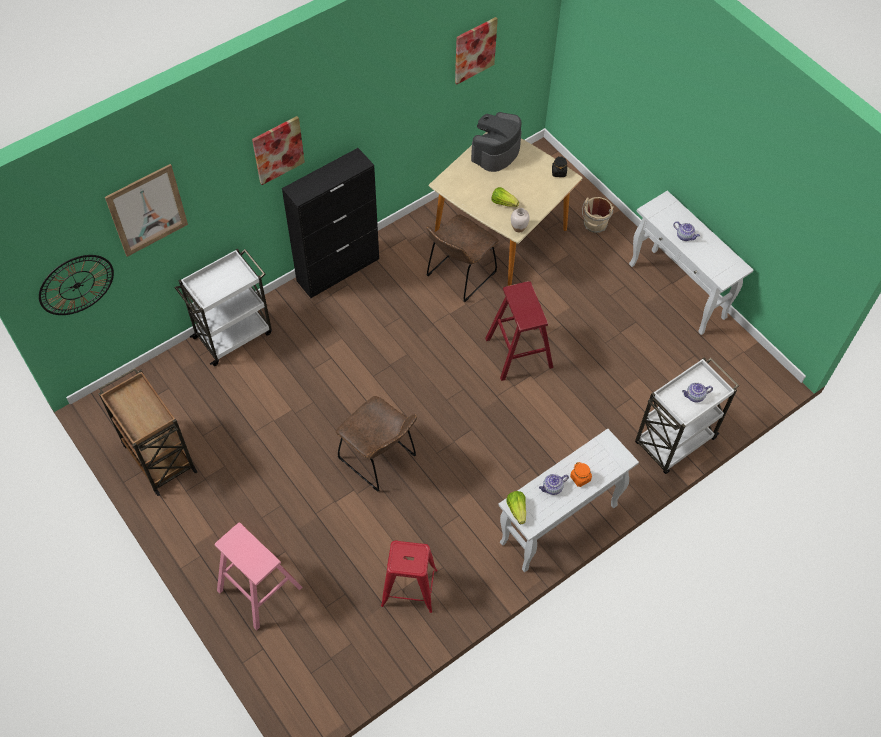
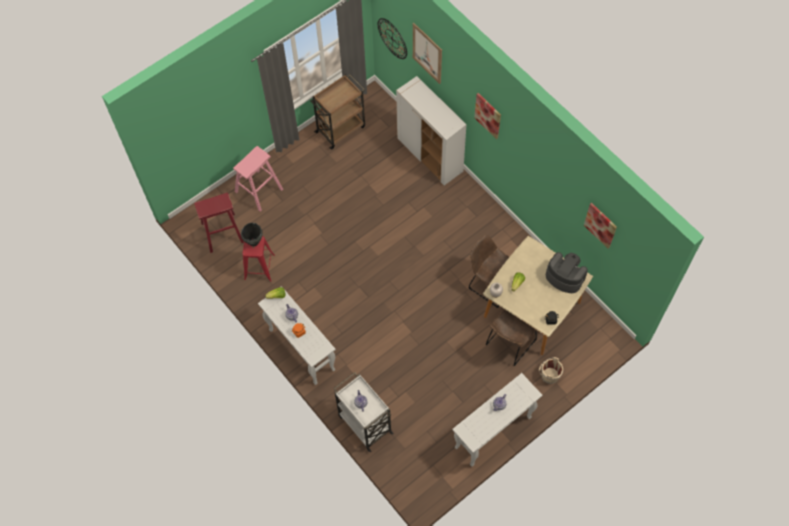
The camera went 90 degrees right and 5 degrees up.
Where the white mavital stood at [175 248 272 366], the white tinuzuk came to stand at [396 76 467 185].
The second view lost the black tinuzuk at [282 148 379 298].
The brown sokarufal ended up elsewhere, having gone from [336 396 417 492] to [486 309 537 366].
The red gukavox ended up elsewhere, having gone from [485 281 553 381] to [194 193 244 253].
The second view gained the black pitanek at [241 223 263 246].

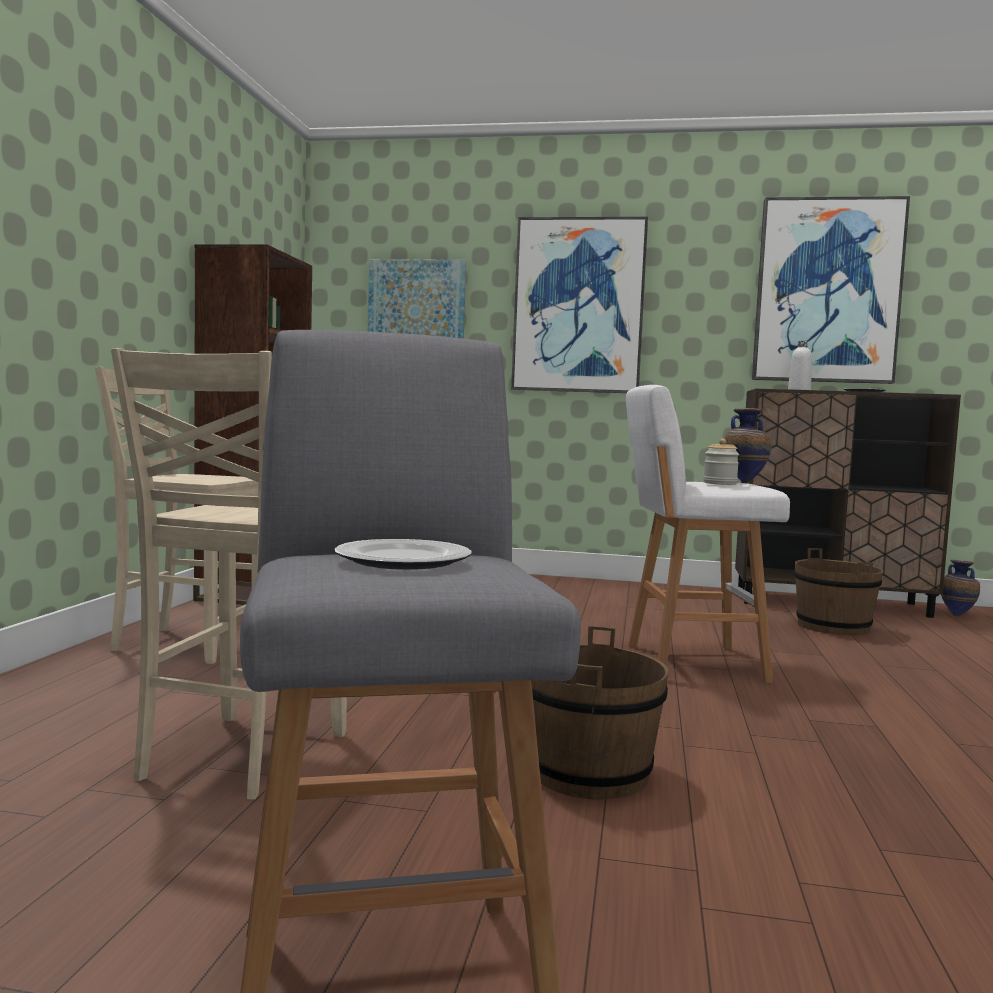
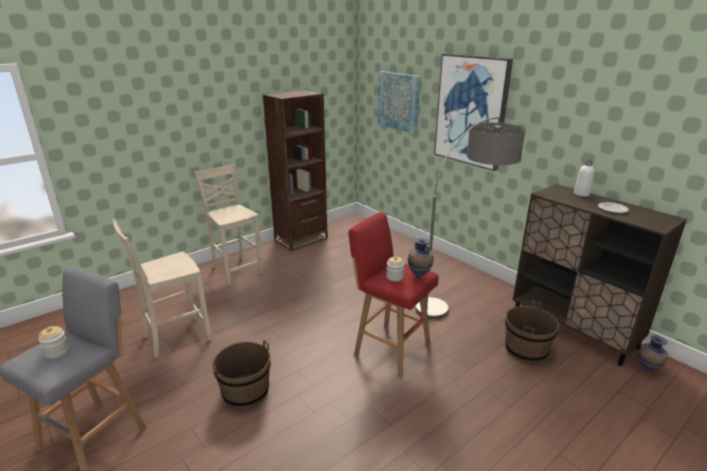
The camera went 40 degrees right and 20 degrees up.
Where the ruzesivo stood at [334 539 472 570], the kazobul came to stand at [38 326 69 359].
What was the white gukavox at [626 385 790 683] turned into the red gukavox at [348 212 439 378].
The second view lost the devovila at [752 196 910 384].
The second view gained the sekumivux at [415 117 525 319].

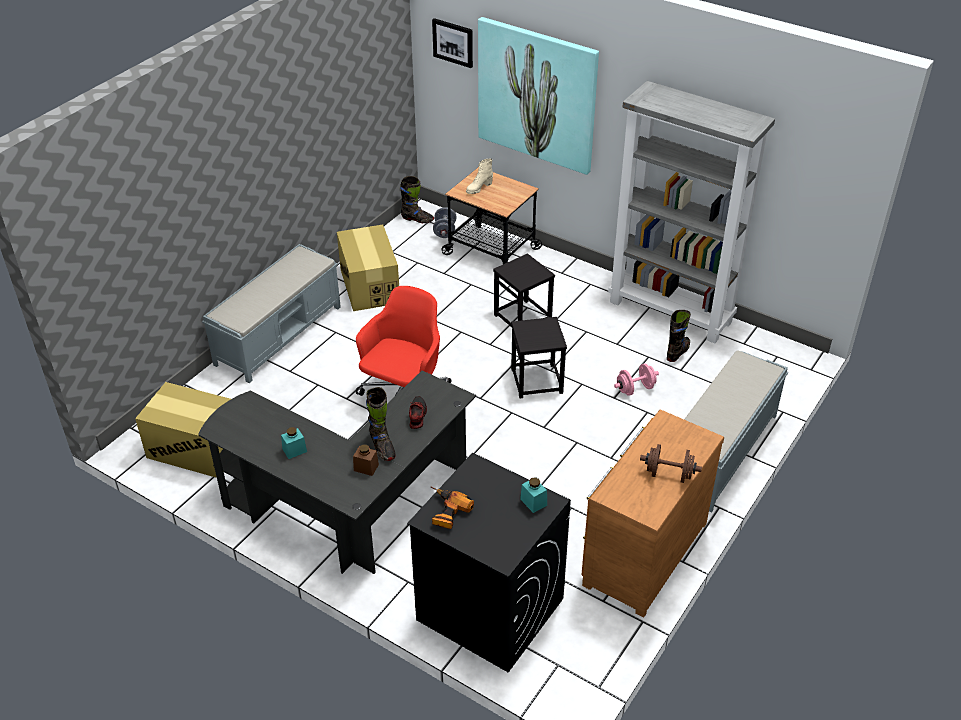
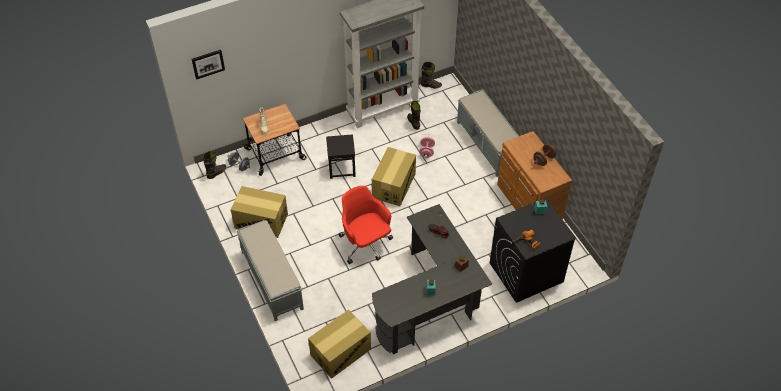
The camera went 60 degrees left and 10 degrees up.
The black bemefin ended up elsewhere, having gone from [366 387 396 461] to [420 62 442 89].
The second view lost the devovila at [478 17 599 175].
Where the black gukavox stood at [511 317 567 398], the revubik came to stand at [372 147 416 206].

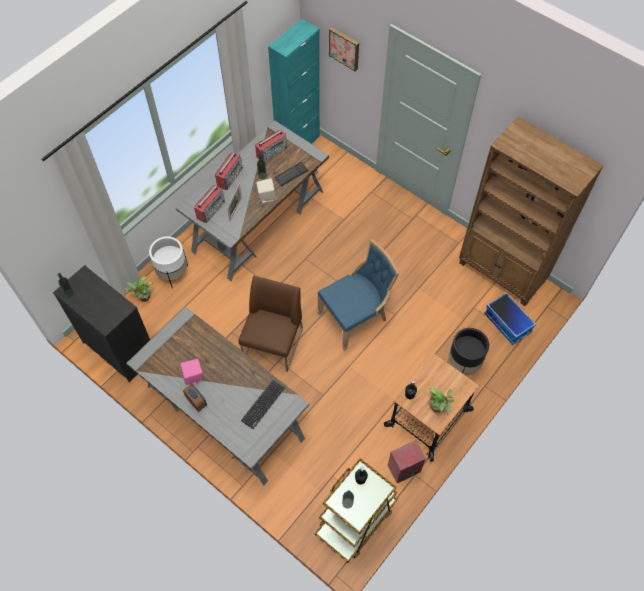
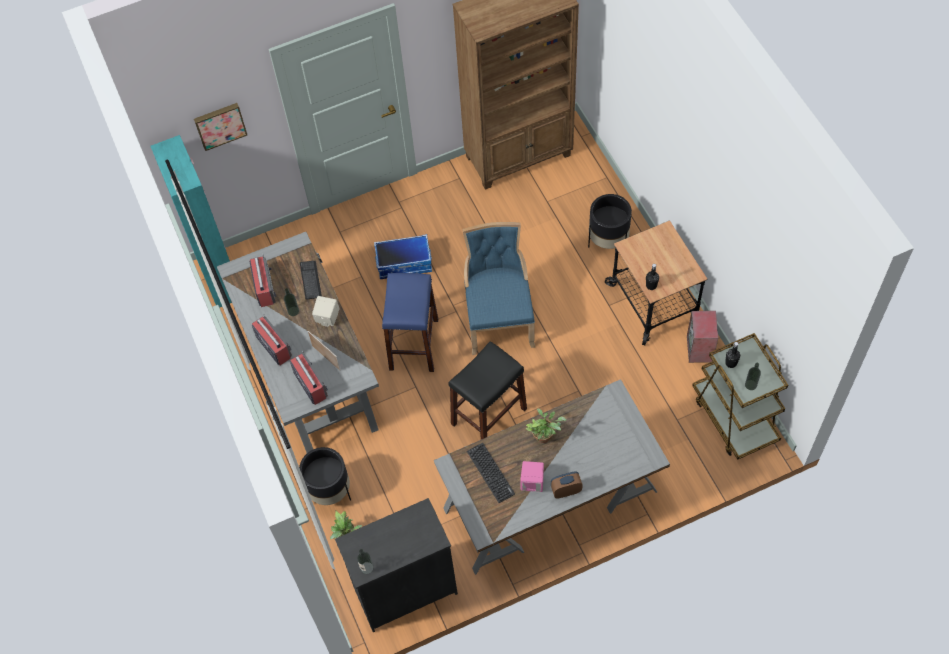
The camera went 60 degrees left and 0 degrees up.
What was the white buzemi at [149 236 188 288] turned into the black buzemi at [299 447 351 505].
Where the brown sokarufal stood at [238 275 303 372], the black gukavox came to stand at [448 341 527 440].
The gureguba ended up elsewhere, having gone from [241 380 285 429] to [467 443 515 503].
The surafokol ended up elsewhere, having gone from [429 386 455 413] to [525 409 567 443].
The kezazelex ended up elsewhere, having gone from [484 292 536 345] to [374 234 432 279].
The second view gained the blue gukavox at [382 273 438 372].

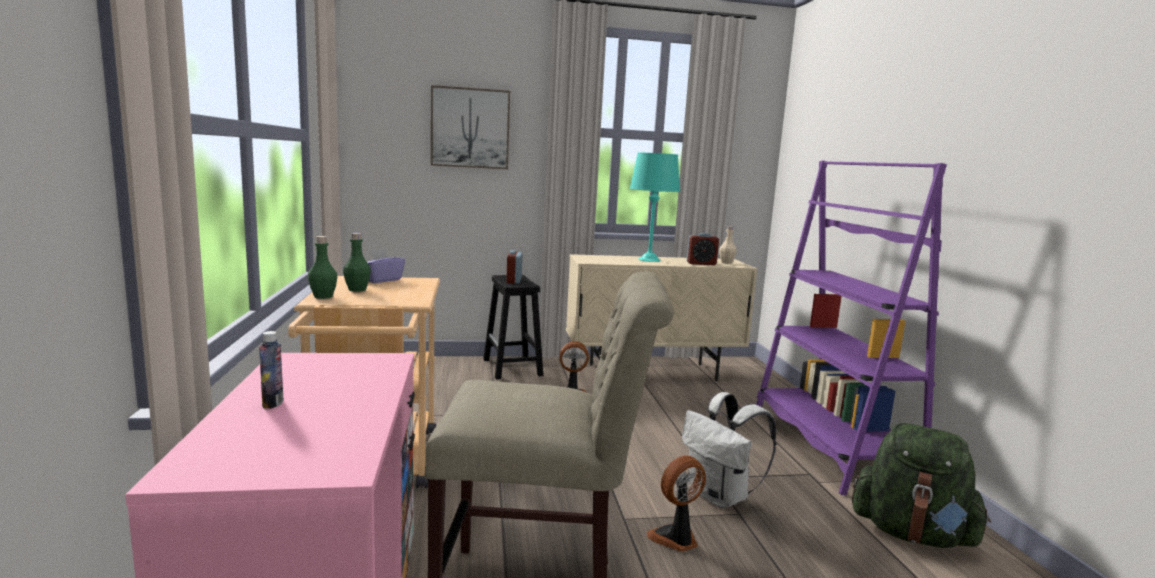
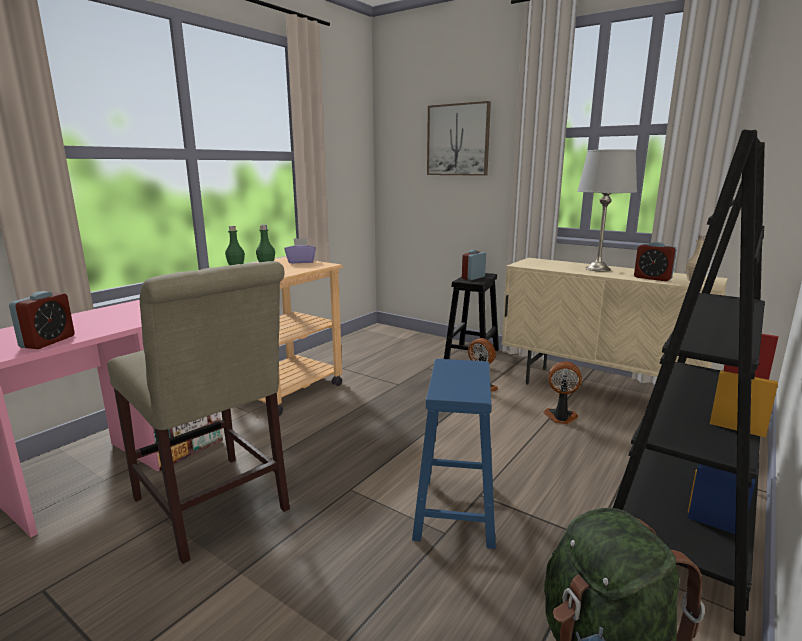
The camera went 45 degrees right and 5 degrees up.
The second view lost the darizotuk at [259 331 284 408].
What was the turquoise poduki at [630 152 680 262] turned into the grey poduki at [577 149 637 271].
The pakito ended up elsewhere, having gone from [647 456 706 552] to [543 362 582 424].
Where the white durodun stood at [682 392 776 508], the blue gukavox came to stand at [412 359 496 549].
What was the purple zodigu at [756 161 947 495] turned into the black zodigu at [613 130 778 636].
The second view gained the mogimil at [9 291 75 349].

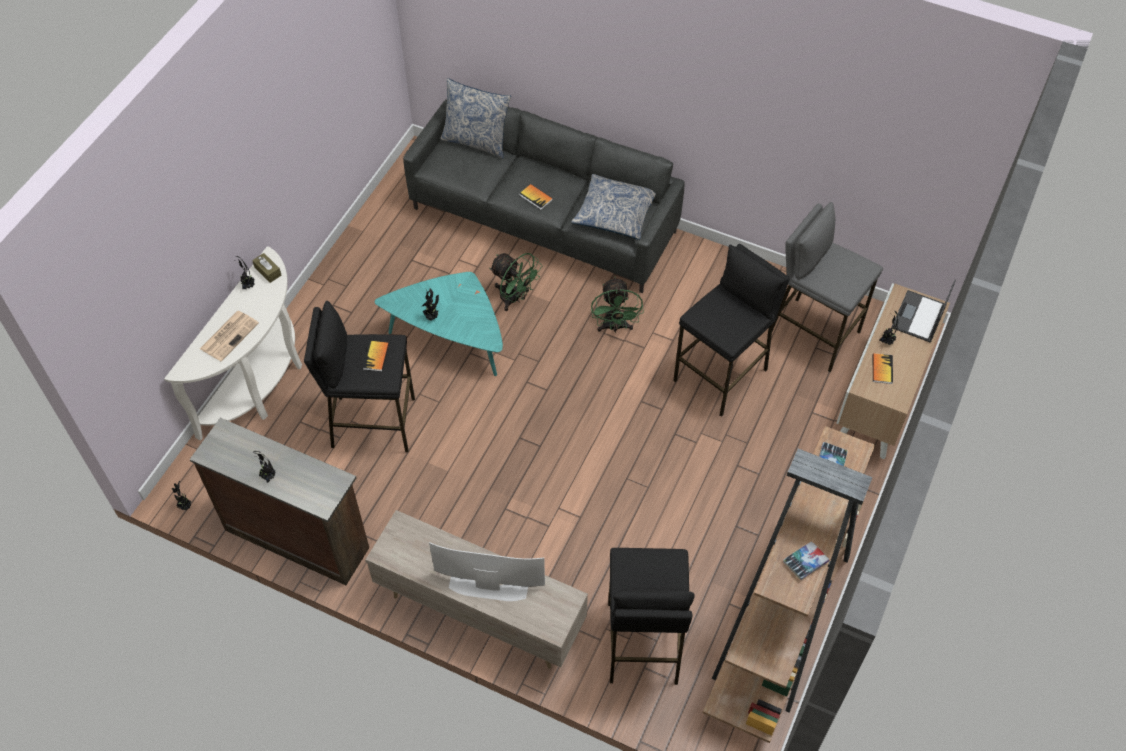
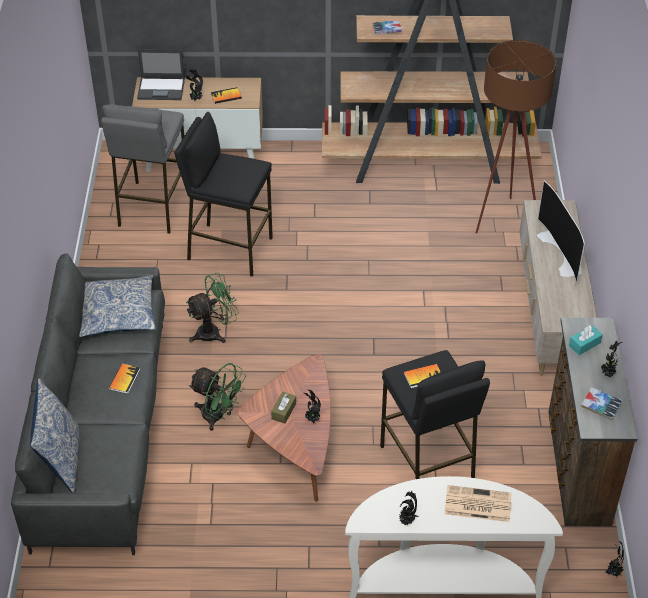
The camera went 115 degrees left and 10 degrees down.
The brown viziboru ended up elsewhere, having gone from [252 253 282 283] to [271 392 296 424].
What was the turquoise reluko at [375 272 503 376] turned into the brown reluko at [238 354 331 502].
The green pakito at [489 253 542 311] ended up facing another way, 105 degrees clockwise from before.
Where the black gukavox stood at [608 548 694 685], the brown sekumivux came to stand at [476 40 557 234].
The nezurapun ended up elsewhere, having gone from [783 541 829 580] to [581 387 622 420].
The second view gained the turquoise viziboru at [569 325 603 355].

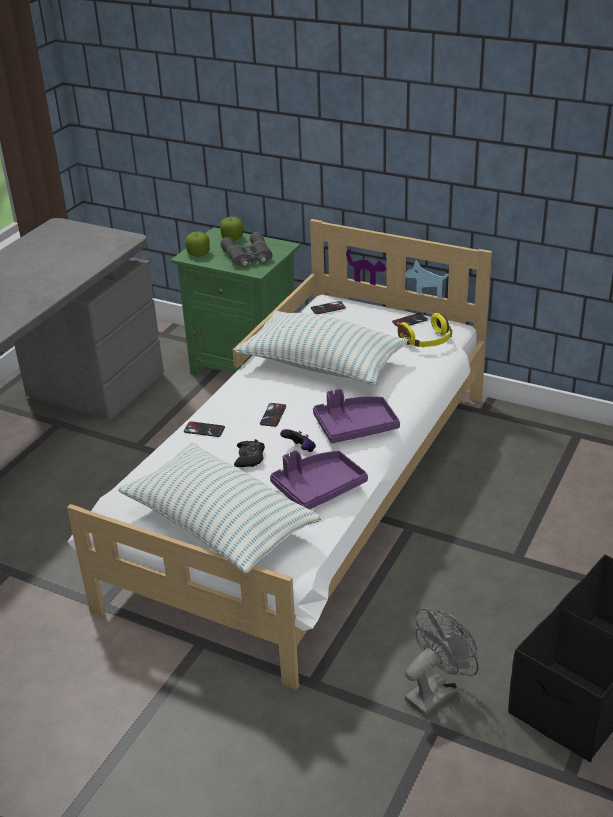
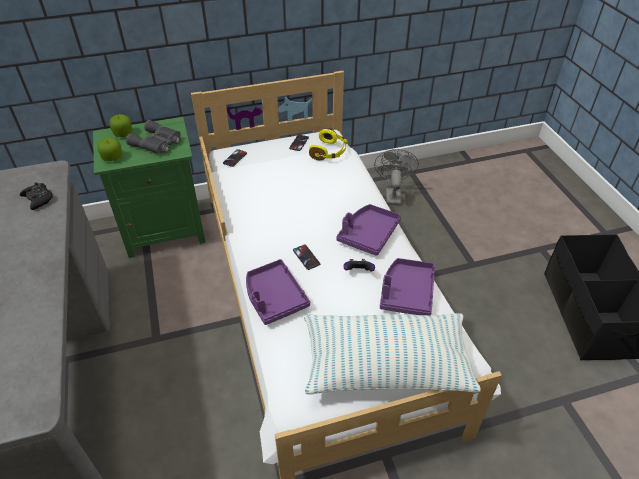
The camera went 45 degrees left and 10 degrees up.
Where the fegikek stood at [184 421 225 437], the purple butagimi came to stand at [246 259 310 325].
The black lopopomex ended up elsewhere, having gone from [234 439 265 467] to [20 182 53 210].
The second view lost the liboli at [235 310 408 386].
The grey pakito ended up elsewhere, having gone from [405 608 478 716] to [374 149 419 206].

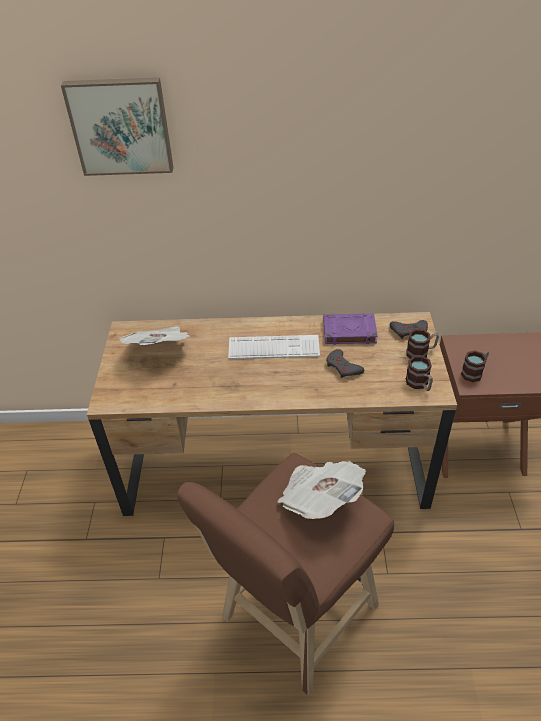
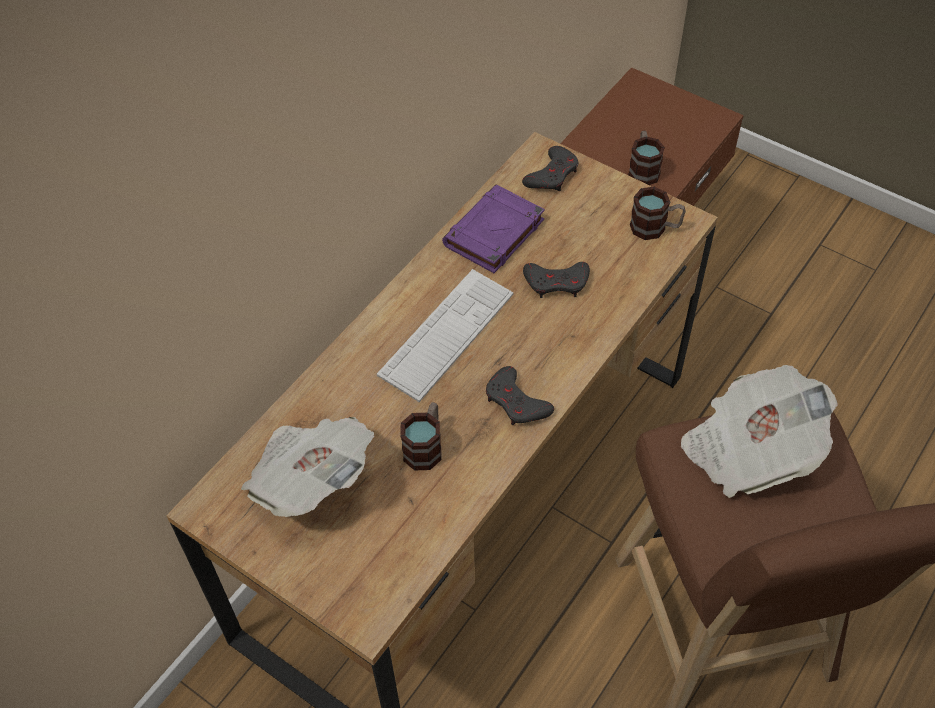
The camera went 55 degrees left and 10 degrees up.
The second view lost the devovila at [61 77 174 176].
The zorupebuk ended up elsewhere, having gone from [406 329 439 359] to [400 402 441 470].
The second view gained the grey lopopomex at [486 366 554 425].

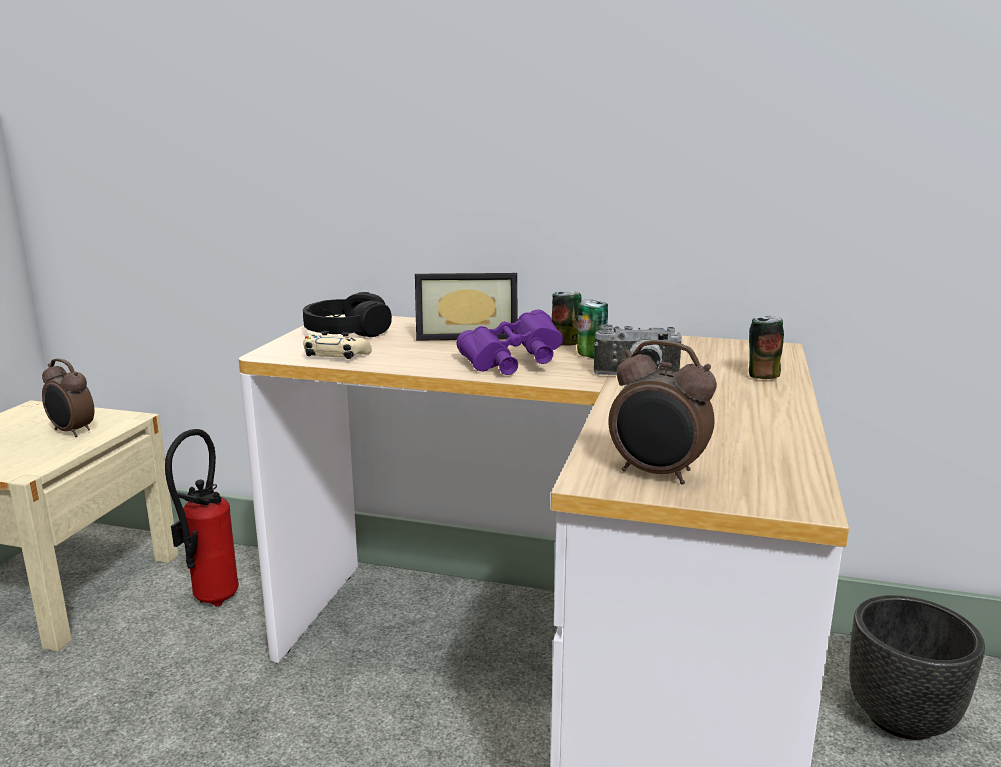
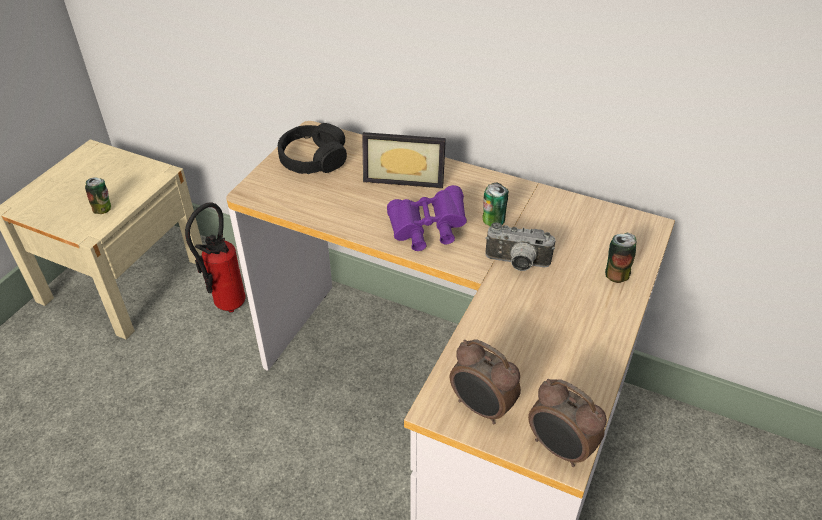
The camera went 10 degrees right and 25 degrees up.
The mogimil ended up elsewhere, having gone from [42 358 94 437] to [528 379 607 467].
The second view lost the beige lopopomex at [303 331 372 359].
The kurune ended up elsewhere, having gone from [552 291 581 346] to [85 177 111 214].
The second view lost the black buzemi at [849 595 985 740].

